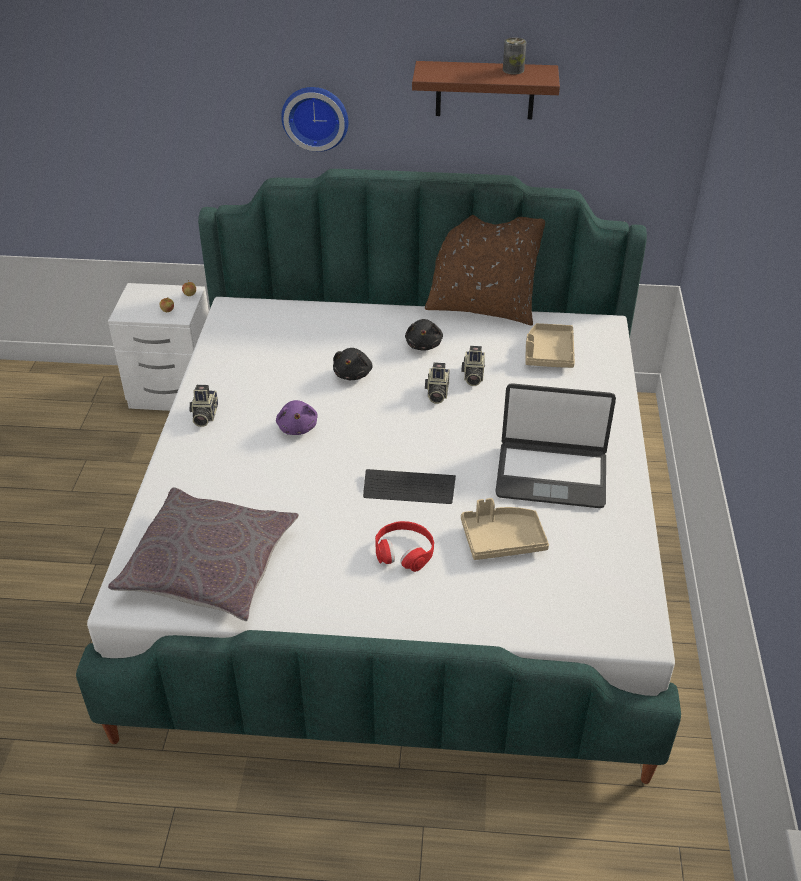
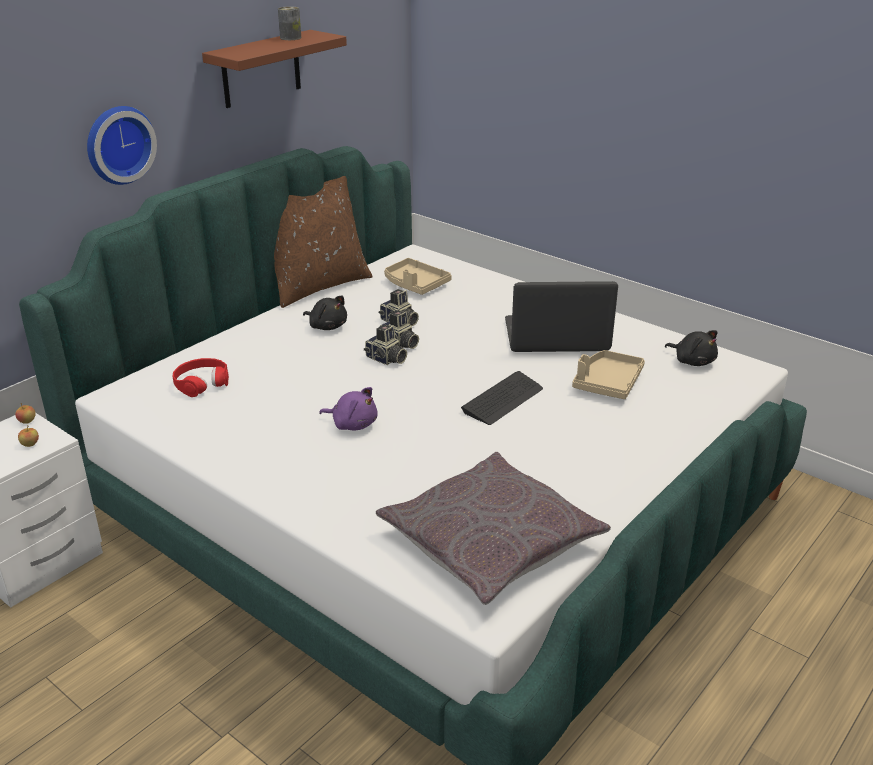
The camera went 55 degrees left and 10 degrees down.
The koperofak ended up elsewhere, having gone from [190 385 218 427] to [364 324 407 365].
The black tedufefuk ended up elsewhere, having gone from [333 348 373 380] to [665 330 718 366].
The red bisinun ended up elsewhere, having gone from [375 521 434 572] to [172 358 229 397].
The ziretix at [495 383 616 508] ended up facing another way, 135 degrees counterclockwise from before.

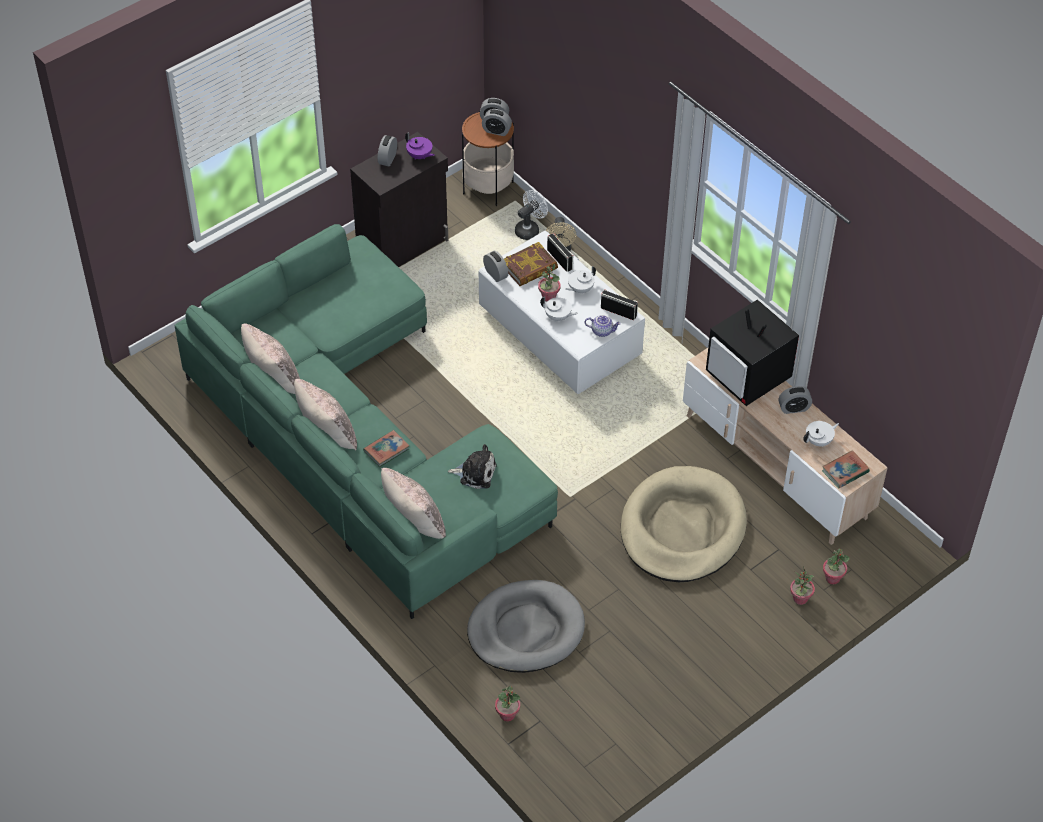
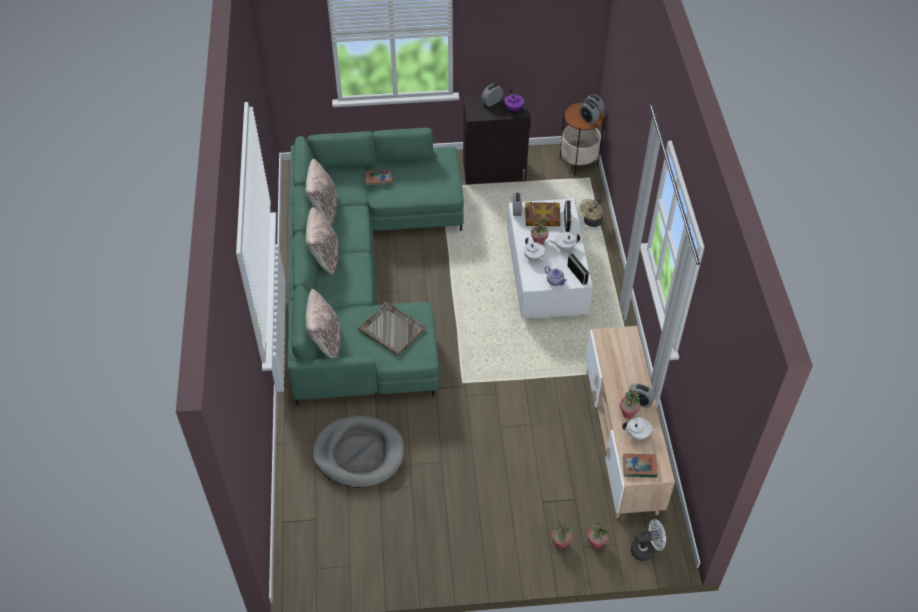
The camera went 35 degrees right and 0 degrees up.
The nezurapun ended up elsewhere, having gone from [363 430 410 467] to [365 170 393 186].
Where the tedufefuk stood at [448 444 497 489], the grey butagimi came to stand at [358 302 426 356].
The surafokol ended up elsewhere, having gone from [495 686 520 722] to [620 390 640 419].
The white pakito ended up elsewhere, having gone from [515 190 548 240] to [631 519 666 561].
The second view lost the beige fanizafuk at [621 466 747 582].
The second view lost the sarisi at [706 299 799 406].

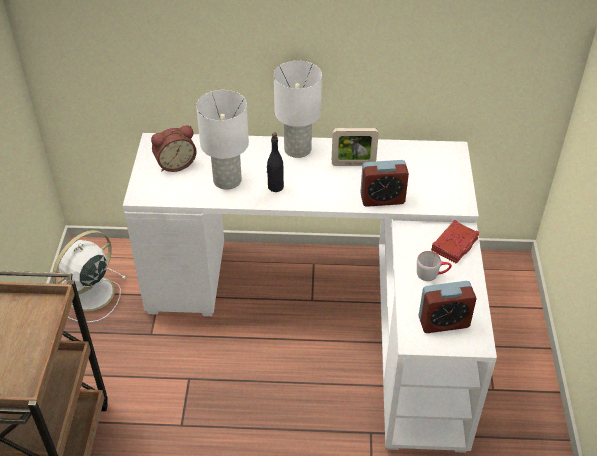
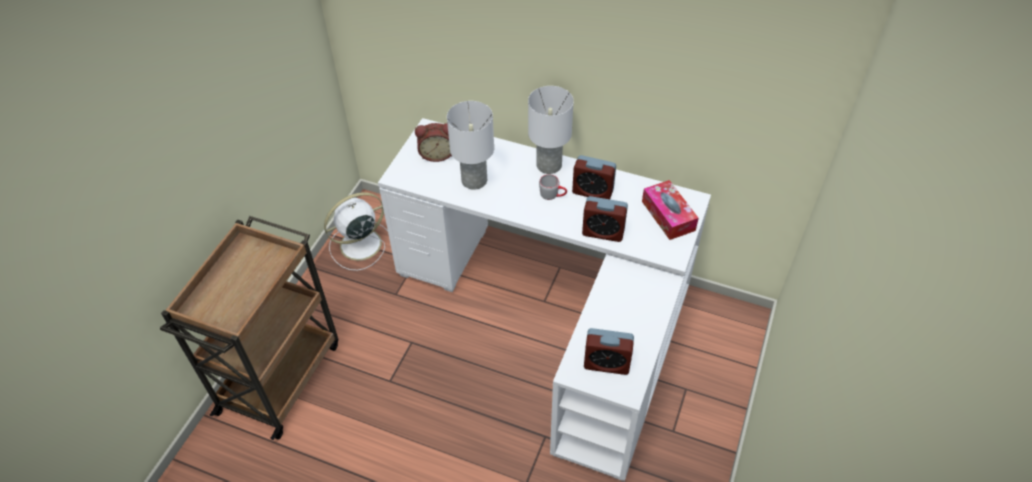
The camera went 20 degrees right and 5 degrees up.
The second view lost the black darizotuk at [267 133 284 192].
Where the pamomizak stood at [332 128 379 166], the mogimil came to stand at [572 155 616 199].
The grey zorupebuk ended up elsewhere, having gone from [417 251 452 281] to [539 174 567 200].
The second view lost the red nezurapun at [431 220 479 264].
The second view gained the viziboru at [642 180 699 240].

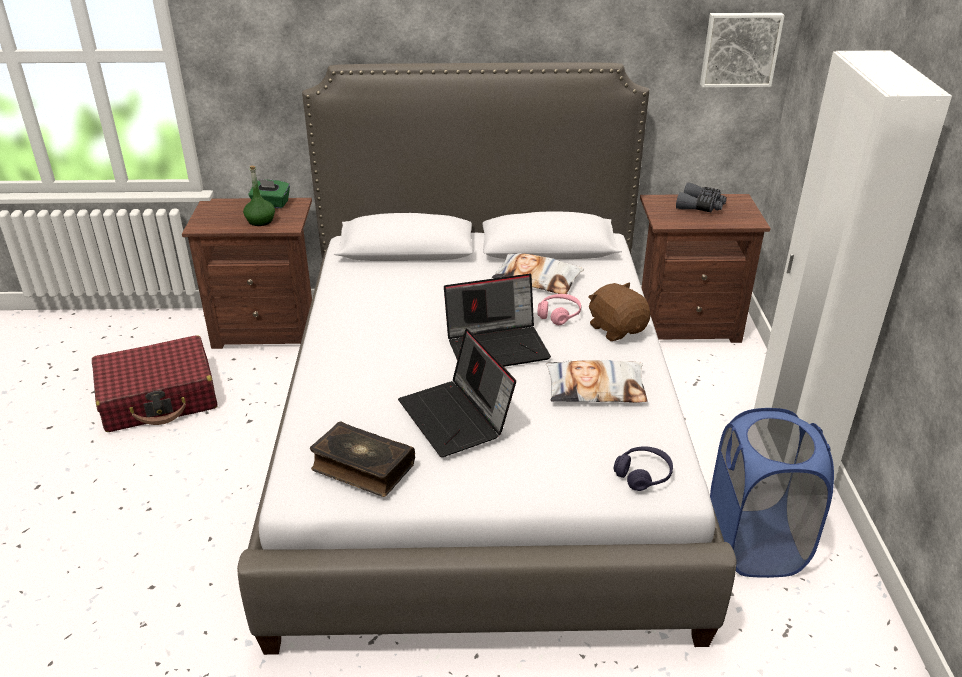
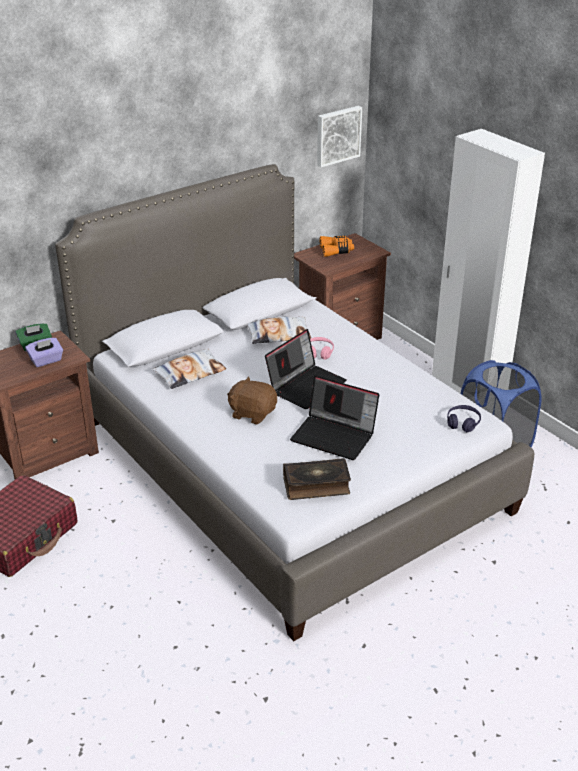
The camera went 35 degrees left and 0 degrees up.
Where the green darizotuk stood at [243 166 275 226], the purple viziboru came to stand at [25 338 63 367].
The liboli ended up elsewhere, having gone from [546 360 648 403] to [152 349 226 389].
The brown tedufefuk ended up elsewhere, having gone from [588 282 651 341] to [227 376 277 425].
What was the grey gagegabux at [676 182 727 212] turned into the orange gagegabux at [320 236 354 257].

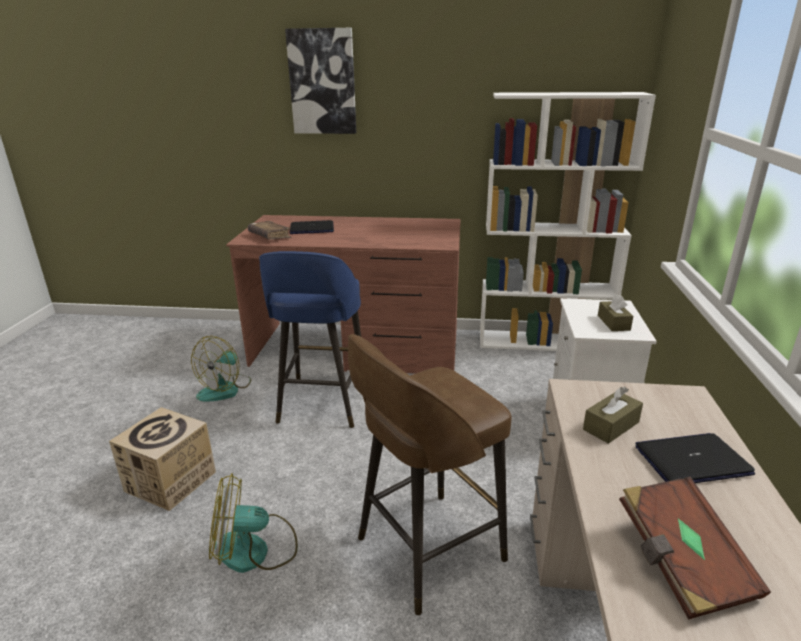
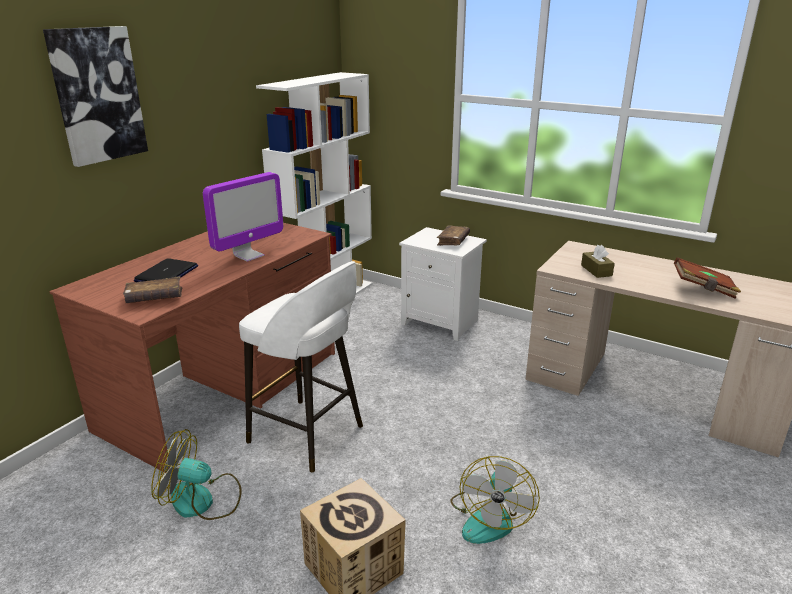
The camera went 65 degrees left and 0 degrees up.
The pakito at [191 336 251 401] ended up facing another way, 135 degrees clockwise from before.
What was the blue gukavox at [259 251 361 428] turned into the white gukavox at [239 261 363 473].
The second view lost the brown gukavox at [348 334 511 615].
Where the brown viziboru stood at [598 294 633 331], the brown nezurapun came to stand at [437 225 470 246].
The second view lost the ziretix at [636 433 755 483].
The second view gained the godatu at [203 172 283 262].

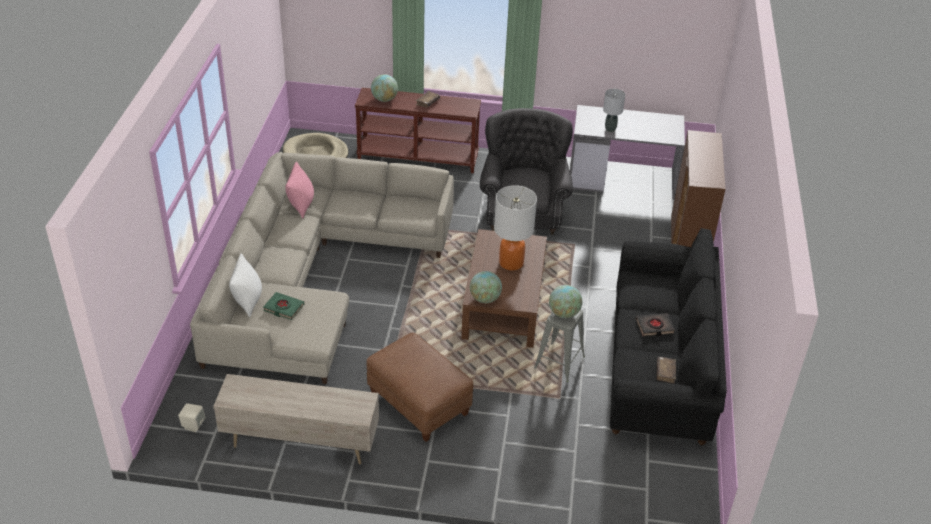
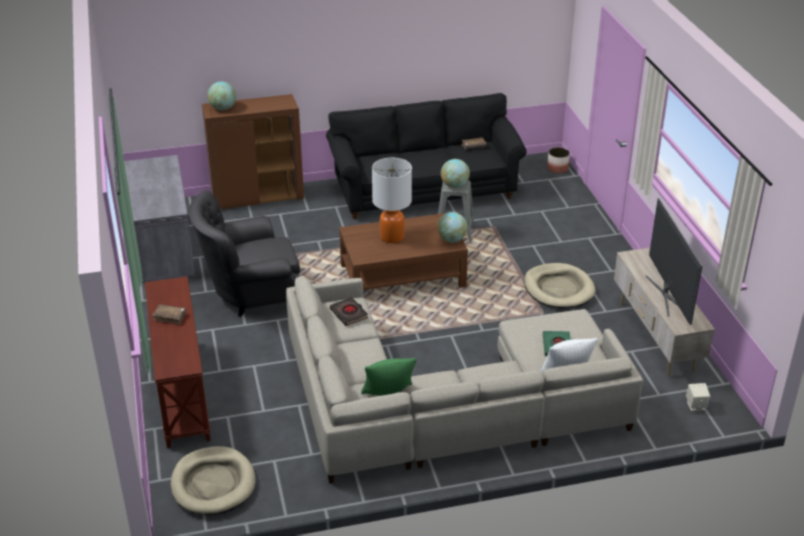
The camera went 110 degrees left and 5 degrees down.
What was the pink liboli at [285 161 314 218] turned into the green liboli at [361 358 416 396].
Where the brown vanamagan stood at [367 332 473 442], the beige fanizafuk came to stand at [524 263 595 309].
The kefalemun ended up elsewhere, having gone from [371 74 398 102] to [207 81 236 110].
The second view lost the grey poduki at [603 89 625 132].
The black nezurapun ended up elsewhere, having gone from [636 313 675 337] to [330 297 368 326].
The second view gained the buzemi at [547 147 570 174].
The second view gained the sarisi at [645 198 702 325].

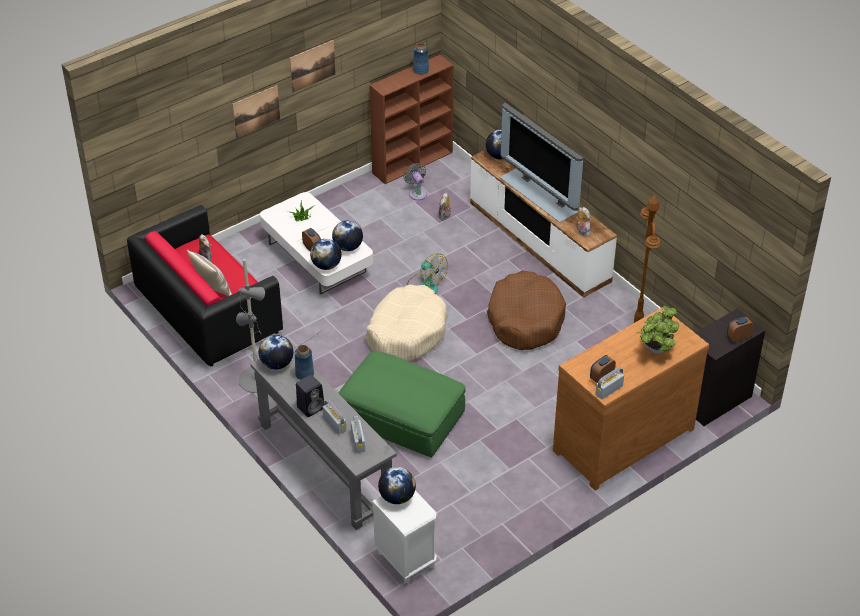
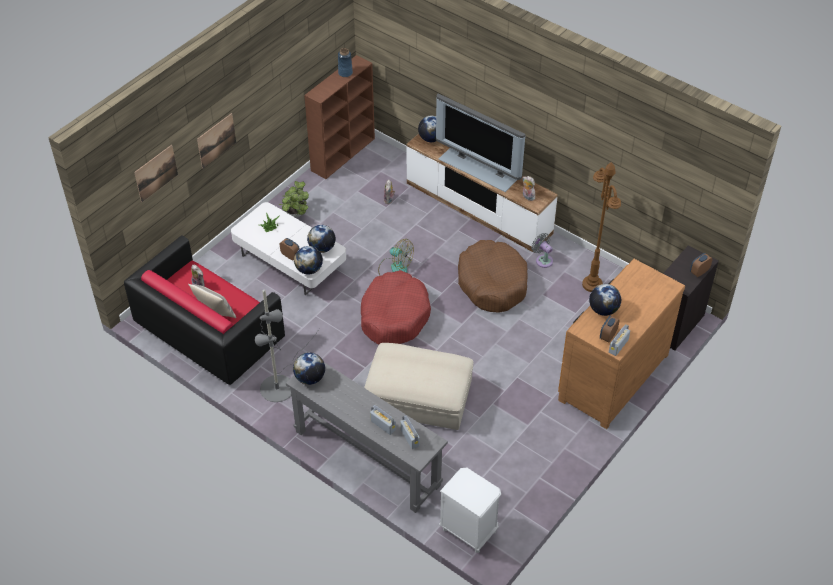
The camera went 15 degrees left and 5 degrees up.
The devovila ended up elsewhere, having gone from [290 40 335 93] to [134 145 178 202].
The second view lost the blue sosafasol at [295 345 314 380].
The second view lost the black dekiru at [296 375 324 417].
What was the green vanamagan at [338 351 466 458] turned into the beige vanamagan at [364 343 473 430].
What was the beige fanizafuk at [366 285 448 360] turned into the red fanizafuk at [361 270 431 344].
The kefalemun ended up elsewhere, having gone from [378 467 416 504] to [589 284 621 316].
The grey pakito ended up elsewhere, having gone from [403 163 427 200] to [531 233 553 268].
The surafokol ended up elsewhere, having gone from [637 306 679 354] to [279 181 309 217].

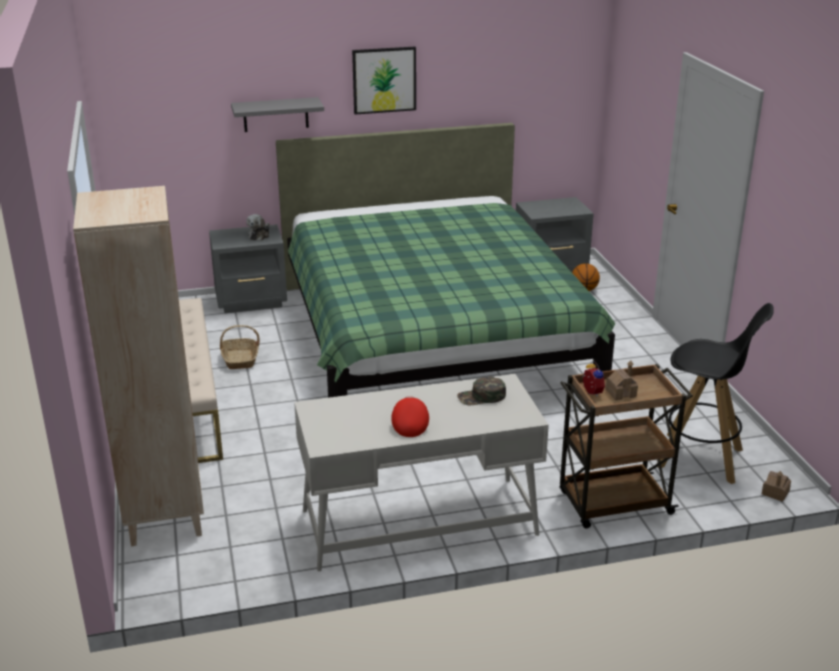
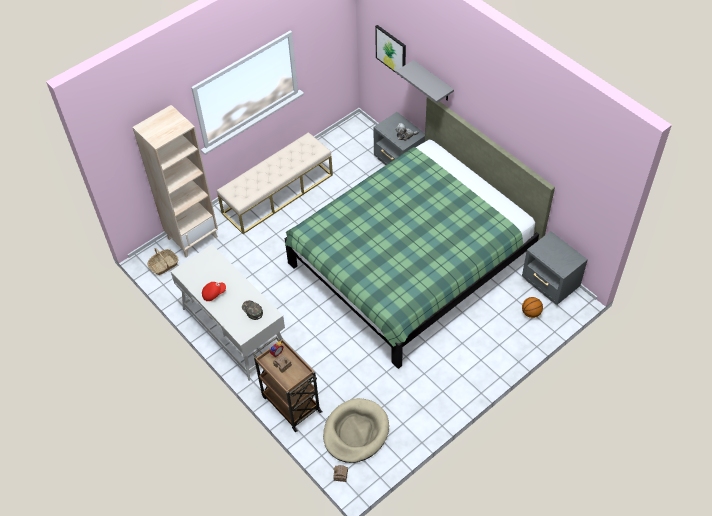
The camera went 65 degrees right and 25 degrees up.
The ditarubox ended up elsewhere, having gone from [220 325 260 369] to [147 248 179 275].
The devovila ended up elsewhere, having gone from [352 47 416 115] to [375 25 406 77].
Where the black gukavox stood at [657 303 774 484], the beige fanizafuk came to stand at [323 398 389 463].

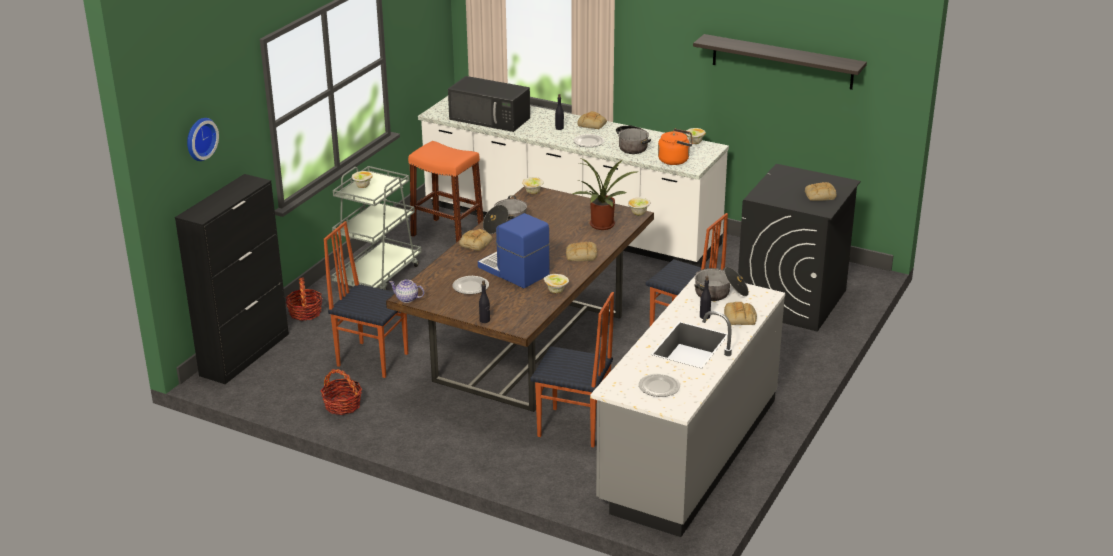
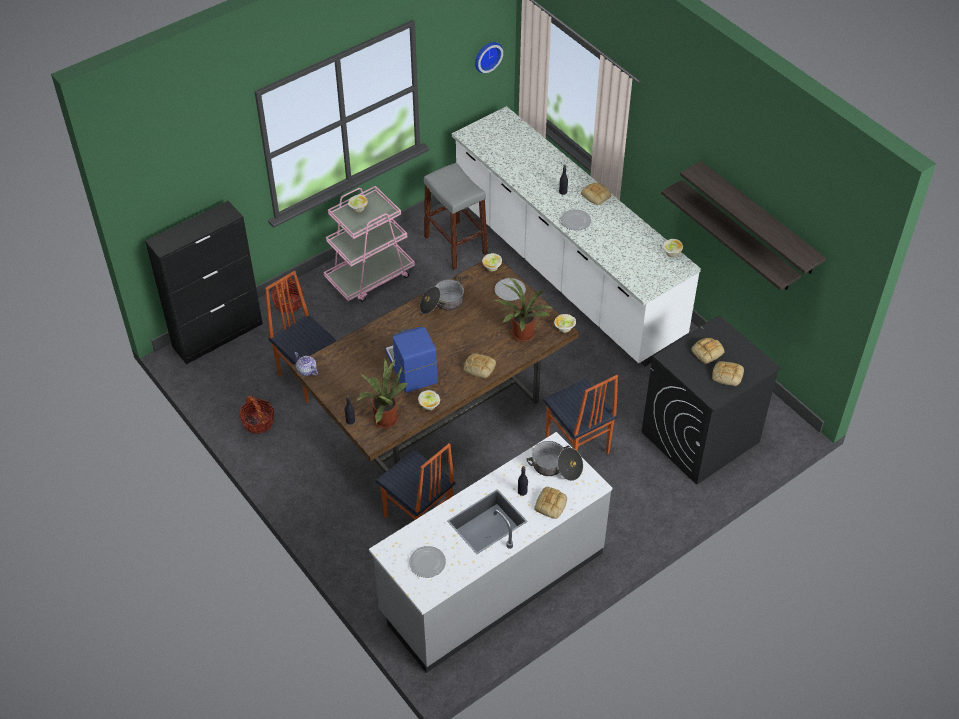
The camera went 25 degrees right and 20 degrees up.
The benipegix ended up elsewhere, having gone from [187 118 219 161] to [475 42 503 73].
What was the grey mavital at [332 166 422 290] turned into the pink mavital at [324 186 415 302].
What was the orange gukavox at [408 141 484 242] turned into the grey gukavox at [424 163 488 269].
The second view lost the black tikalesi at [448 76 530 132].
The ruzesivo ended up elsewhere, having gone from [452 276 489 294] to [495 278 526 301].
The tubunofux ended up elsewhere, having gone from [459 229 493 251] to [691 338 725 364].
The second view lost the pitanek at [616 125 651 154].
The second view lost the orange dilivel at [658 129 693 165].
The second view gained the surafokol at [356 358 408 429].
The second view gained the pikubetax at [661 180 801 290].

